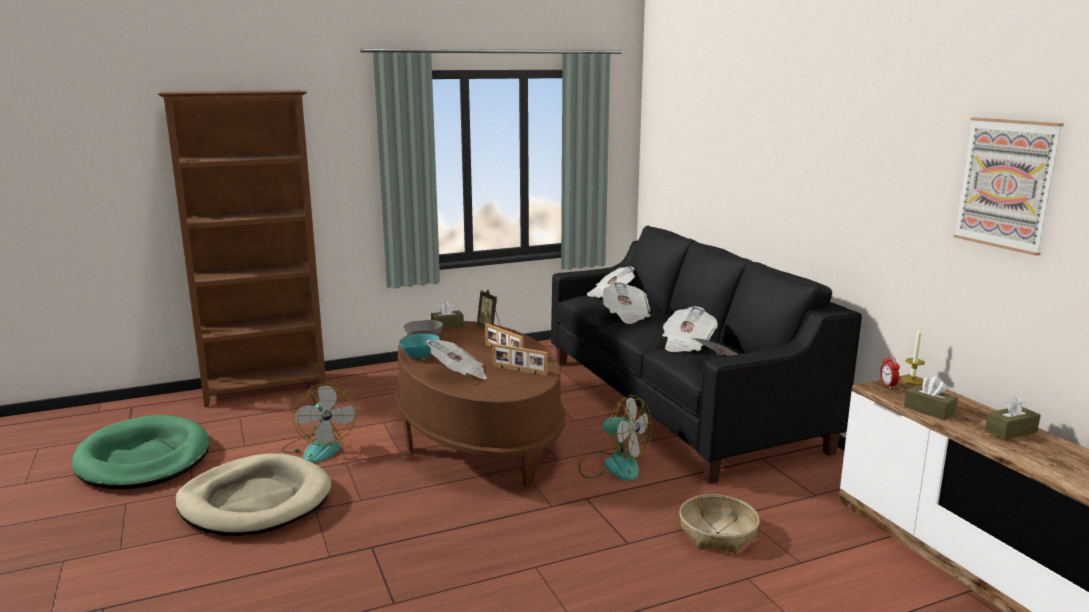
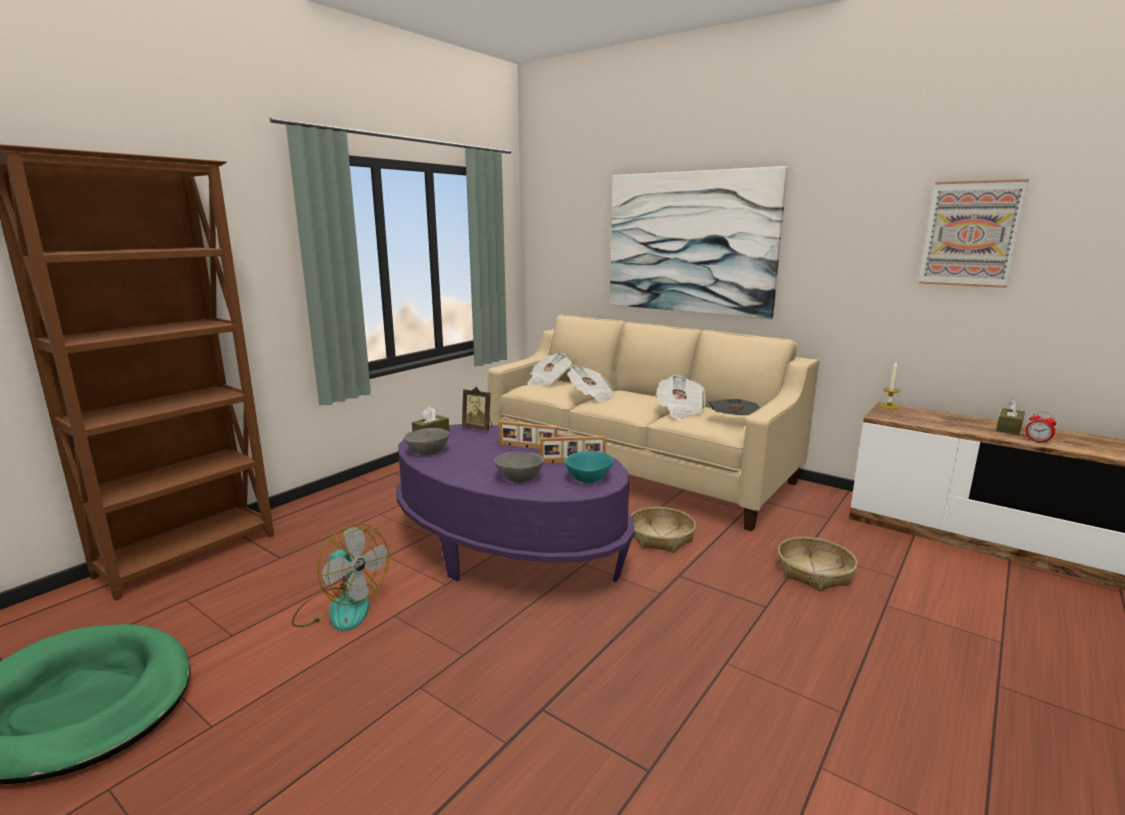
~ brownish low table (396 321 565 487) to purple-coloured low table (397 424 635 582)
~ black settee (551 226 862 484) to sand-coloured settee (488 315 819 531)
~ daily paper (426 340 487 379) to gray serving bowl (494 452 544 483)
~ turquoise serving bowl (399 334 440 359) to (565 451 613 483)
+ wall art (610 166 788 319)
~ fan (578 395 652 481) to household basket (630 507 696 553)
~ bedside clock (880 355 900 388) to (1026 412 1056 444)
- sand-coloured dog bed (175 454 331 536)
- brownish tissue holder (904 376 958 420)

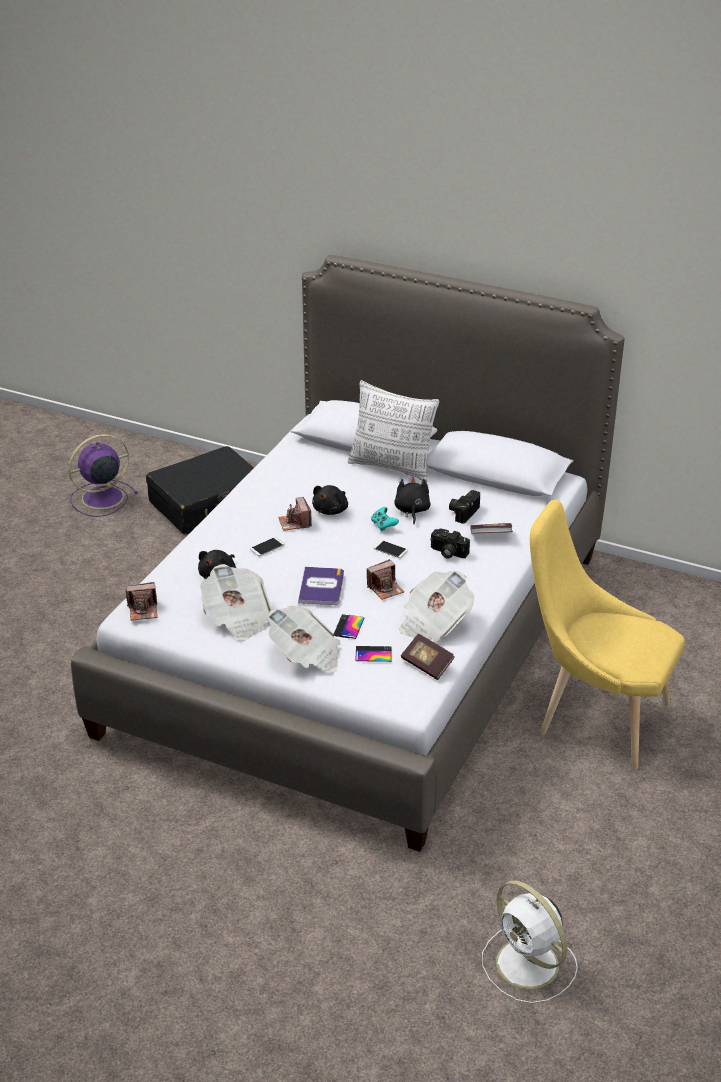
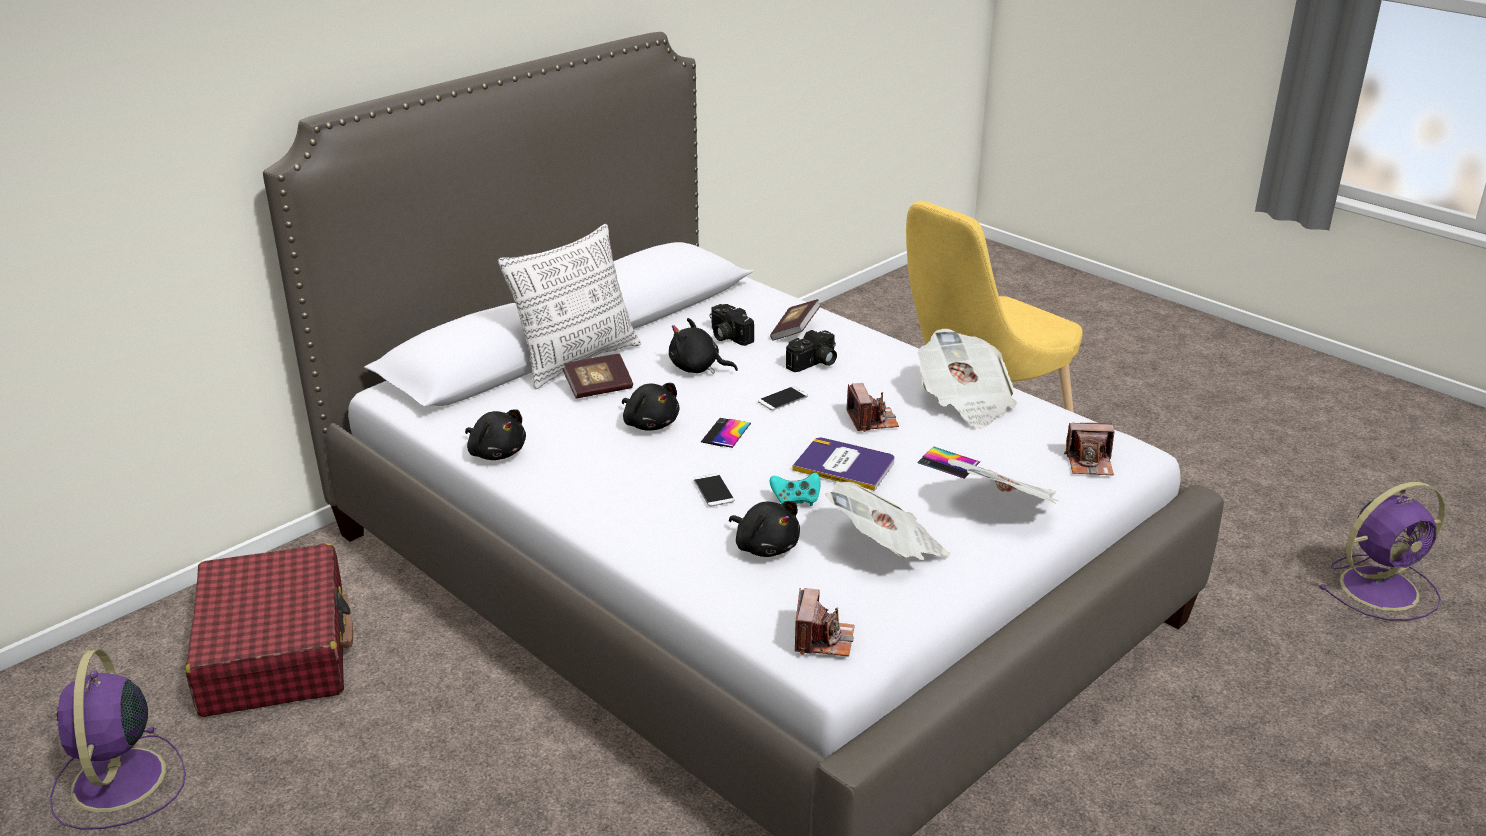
~ black piece of luggage (146 446 254 534) to reddish piece of luggage (185 543 353 717)
+ black plush toy (465 409 526 460)
~ book (401 633 455 680) to (563 354 633 399)
~ phone (355 646 392 662) to (701 418 751 448)
~ turquoise gamepad (371 507 399 531) to (770 473 821 506)
~ still camera (278 497 312 531) to (1064 423 1115 475)
~ whitish fan (482 880 578 1003) to purple-coloured fan (1319 482 1446 621)

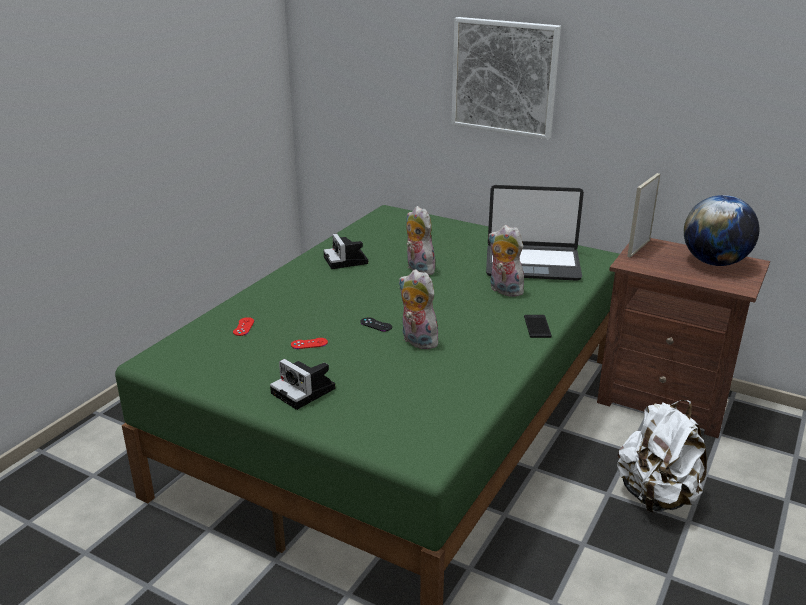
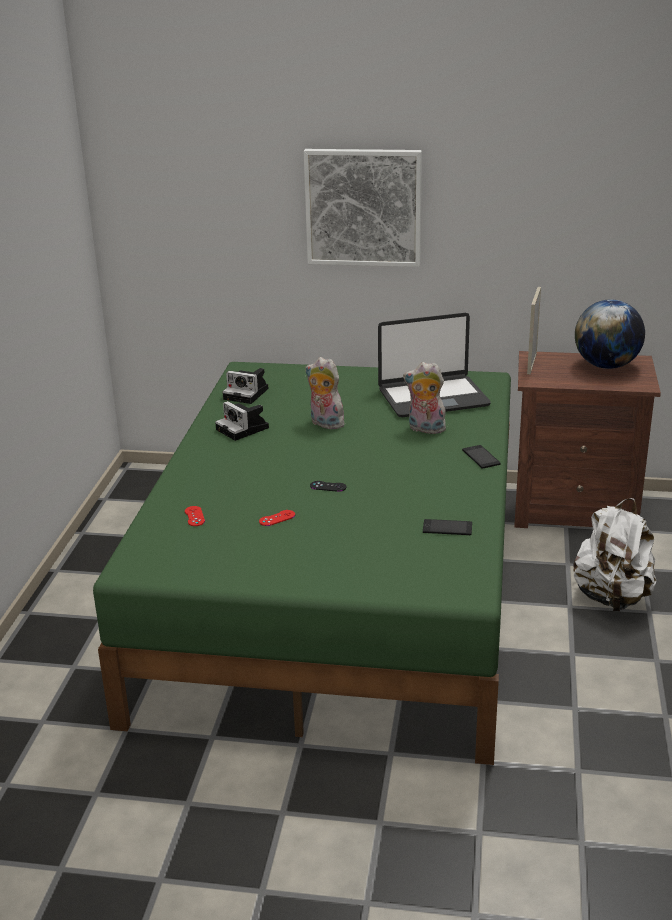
~ still camera (270 359 335 410) to (223 368 268 404)
+ phone (423 519 472 535)
- plush toy (399 269 442 349)

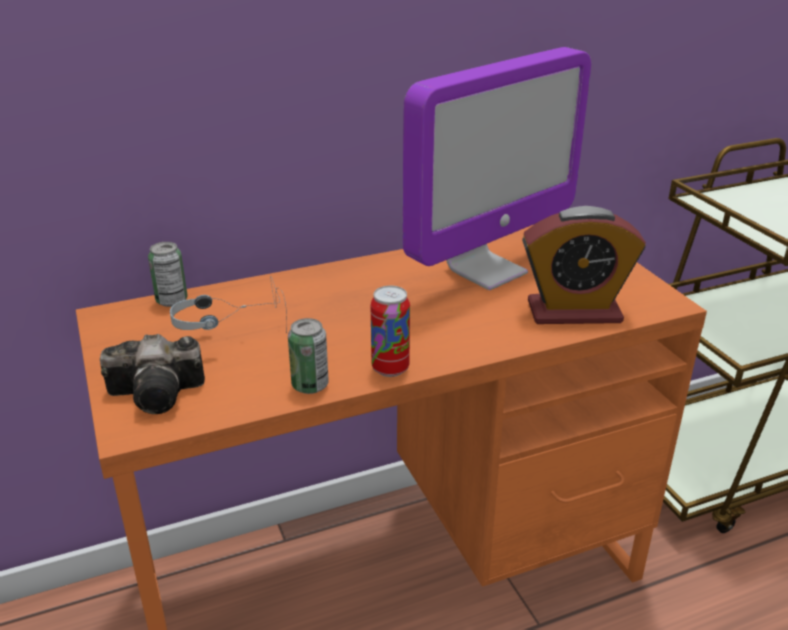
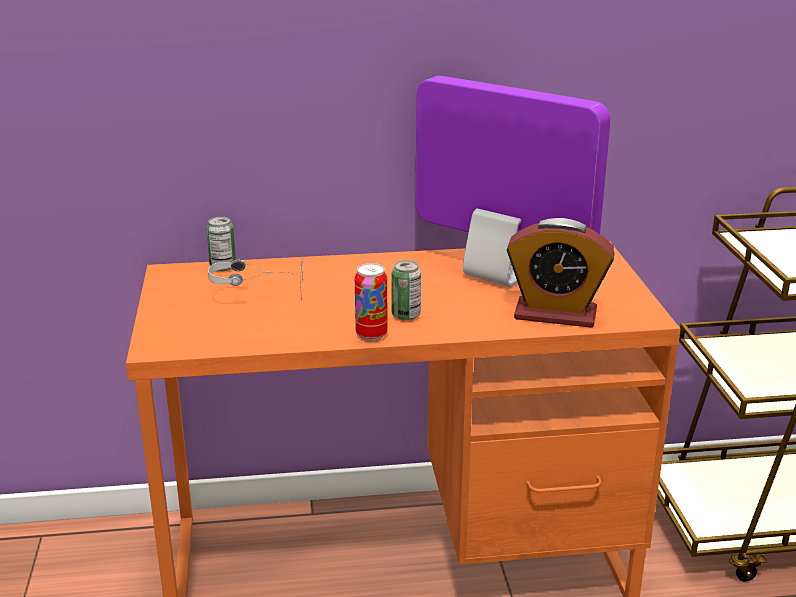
~ sealed can (288 318 329 394) to (392 260 421 321)
~ computer screen (403 47 591 290) = (416 76 610 287) 120 degrees counterclockwise
- still camera (100 334 205 414)

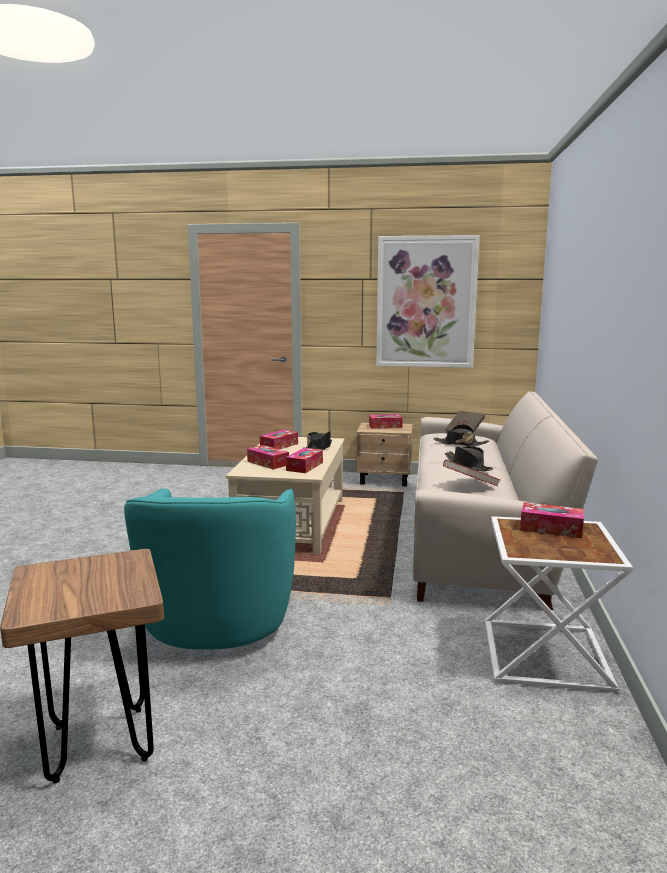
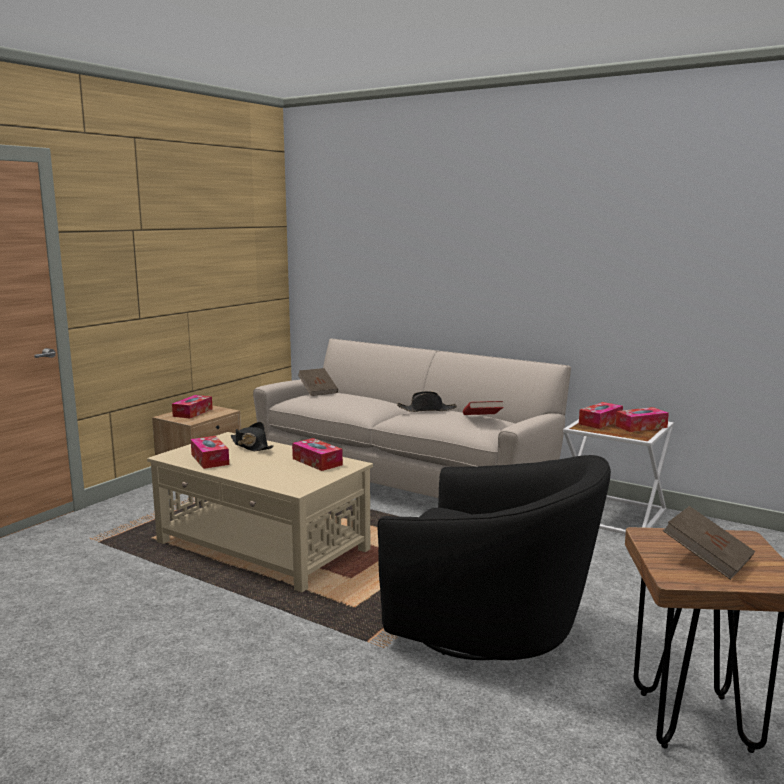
~ turquoise armchair (124 488 296 650) to black armchair (378 455 611 660)
~ tissue holder (247 445 289 469) to (615 407 669 432)
+ brownish book (663 506 755 580)
- wall art (376 235 480 368)
- black hat (434 424 489 447)

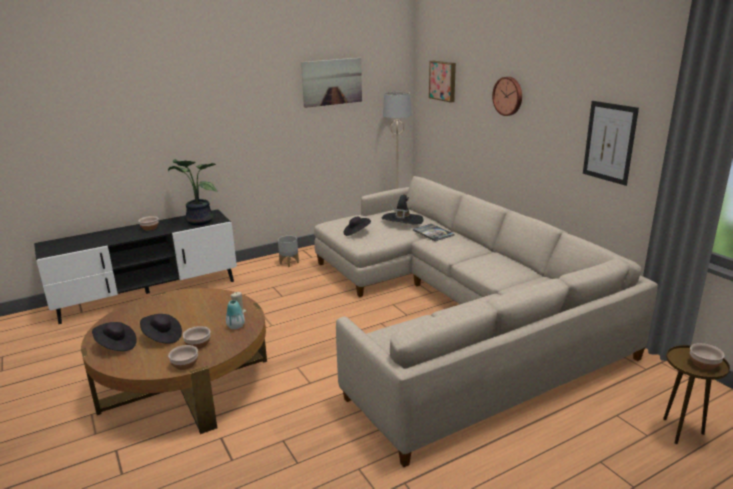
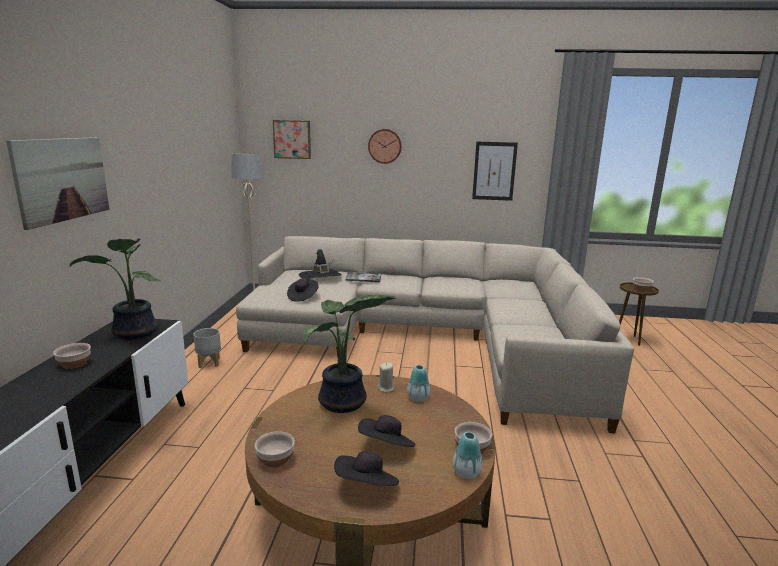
~ wall art (301 58 362 108) to (6 137 109 230)
~ serving bowl (183 326 210 349) to (255 431 295 467)
+ plant in a pot (303 294 396 413)
+ flower vase (453 432 482 479)

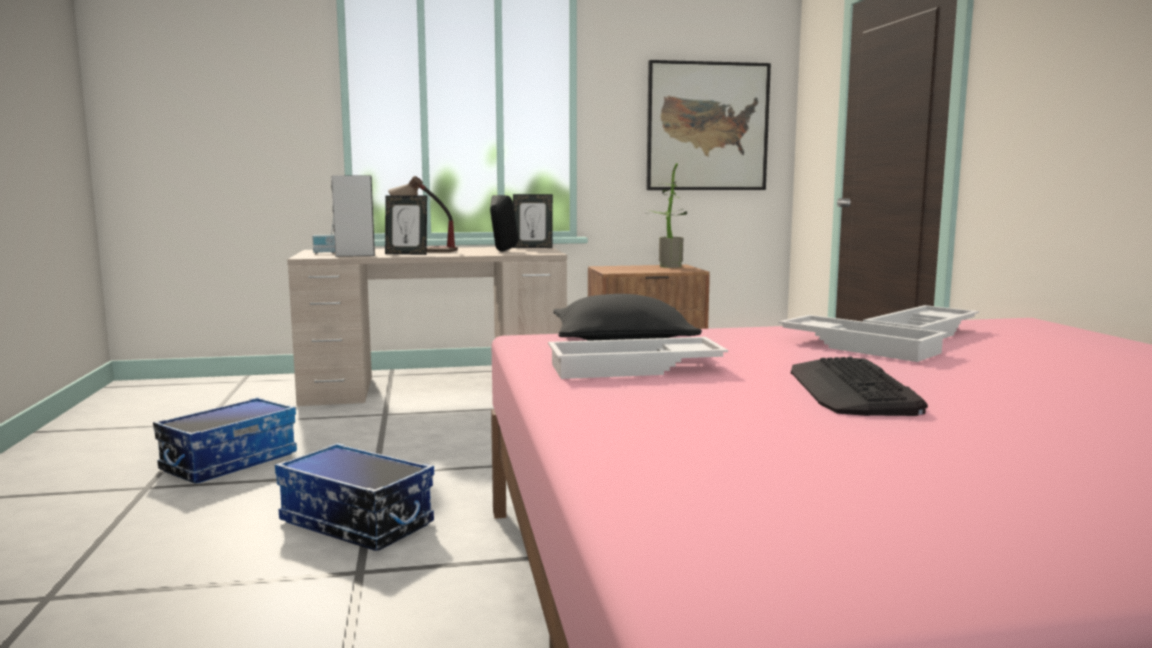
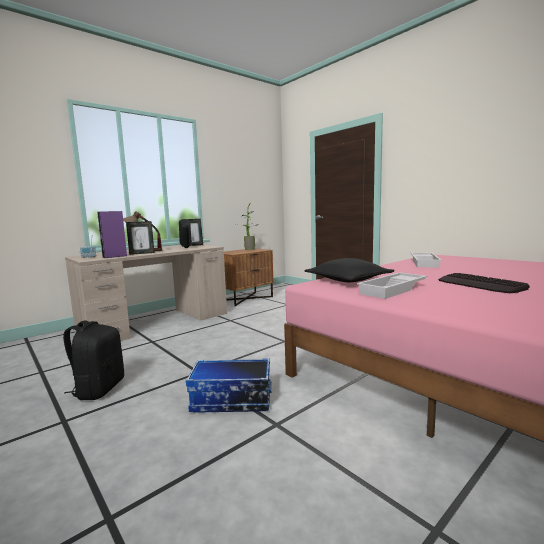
~ storage container (153 397 297 483) to black rucksack (63 320 124 400)
~ gray audio speaker (331 176 375 257) to purple-coloured audio speaker (97 211 127 258)
- wall art (646 60 771 190)
- whitish tray (778 315 948 362)

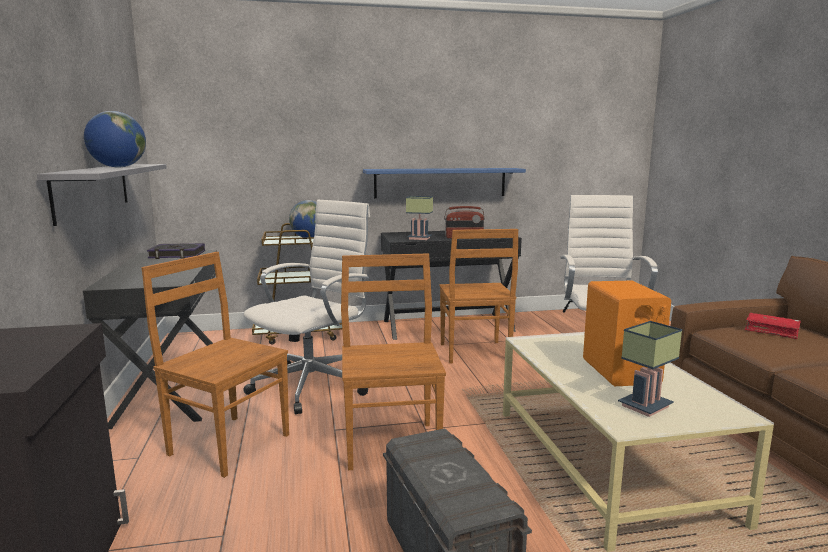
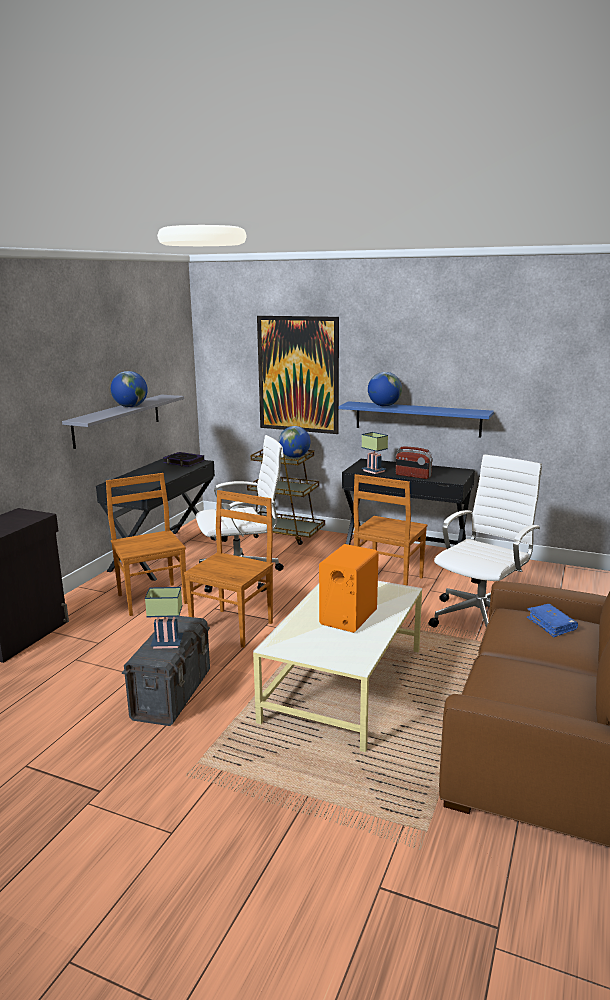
~ lamp for a table (618 321 682 417) to (145 587 183 649)
+ wall art (257 316 339 434)
+ desk globe (368 372 402 406)
~ reddish book (745 313 801 339) to blue book (527 604 578 637)

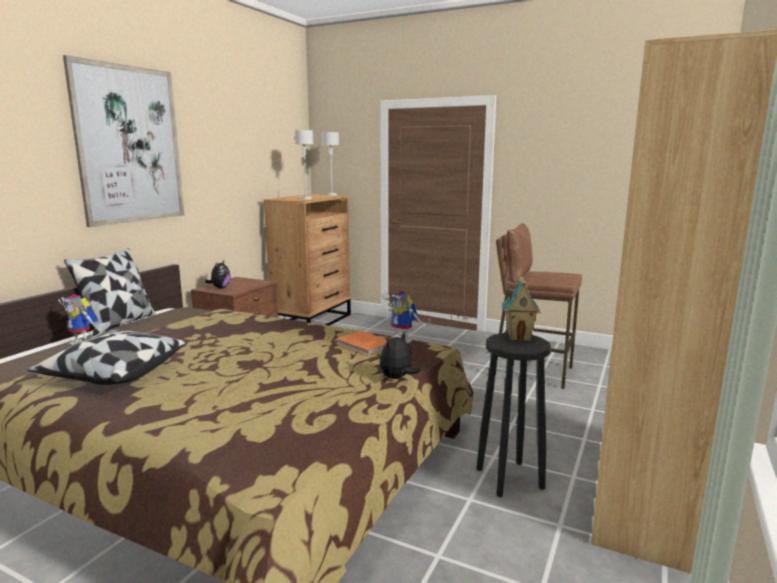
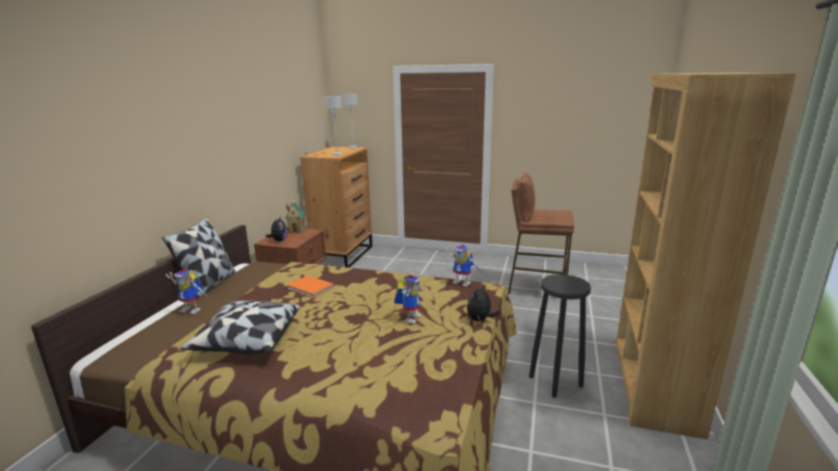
~ toy house (502 276 541 341) to (284 200 305 233)
~ orangey book (335 331 387 356) to (287 275 334 298)
+ toy robot (394 275 422 324)
- wall art (63 55 184 227)

